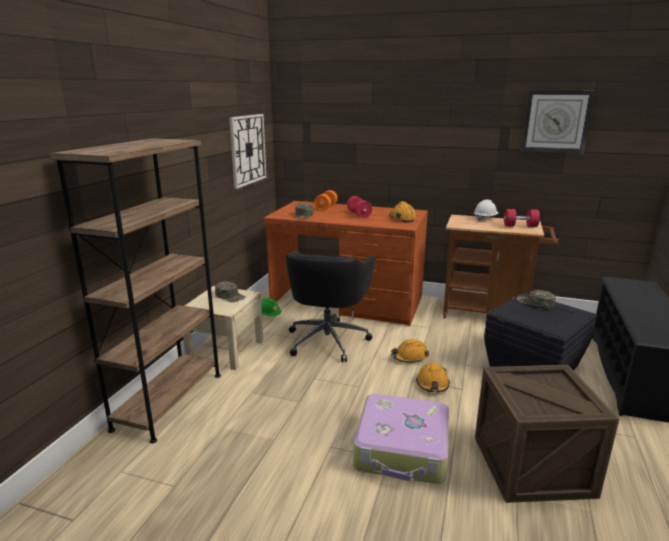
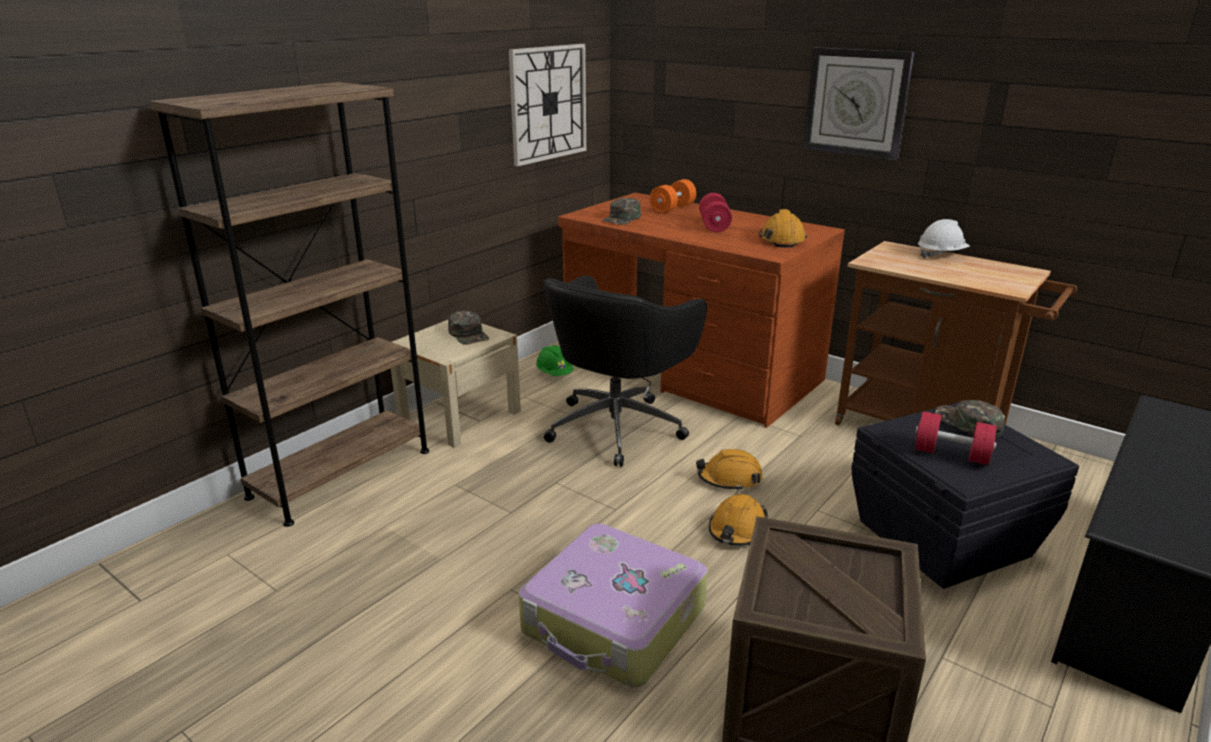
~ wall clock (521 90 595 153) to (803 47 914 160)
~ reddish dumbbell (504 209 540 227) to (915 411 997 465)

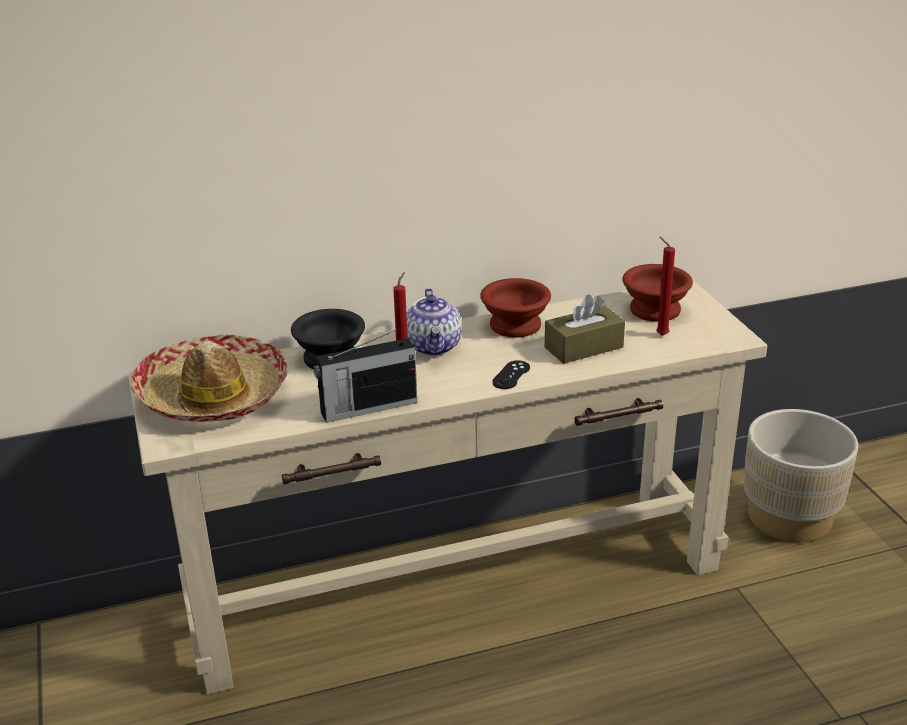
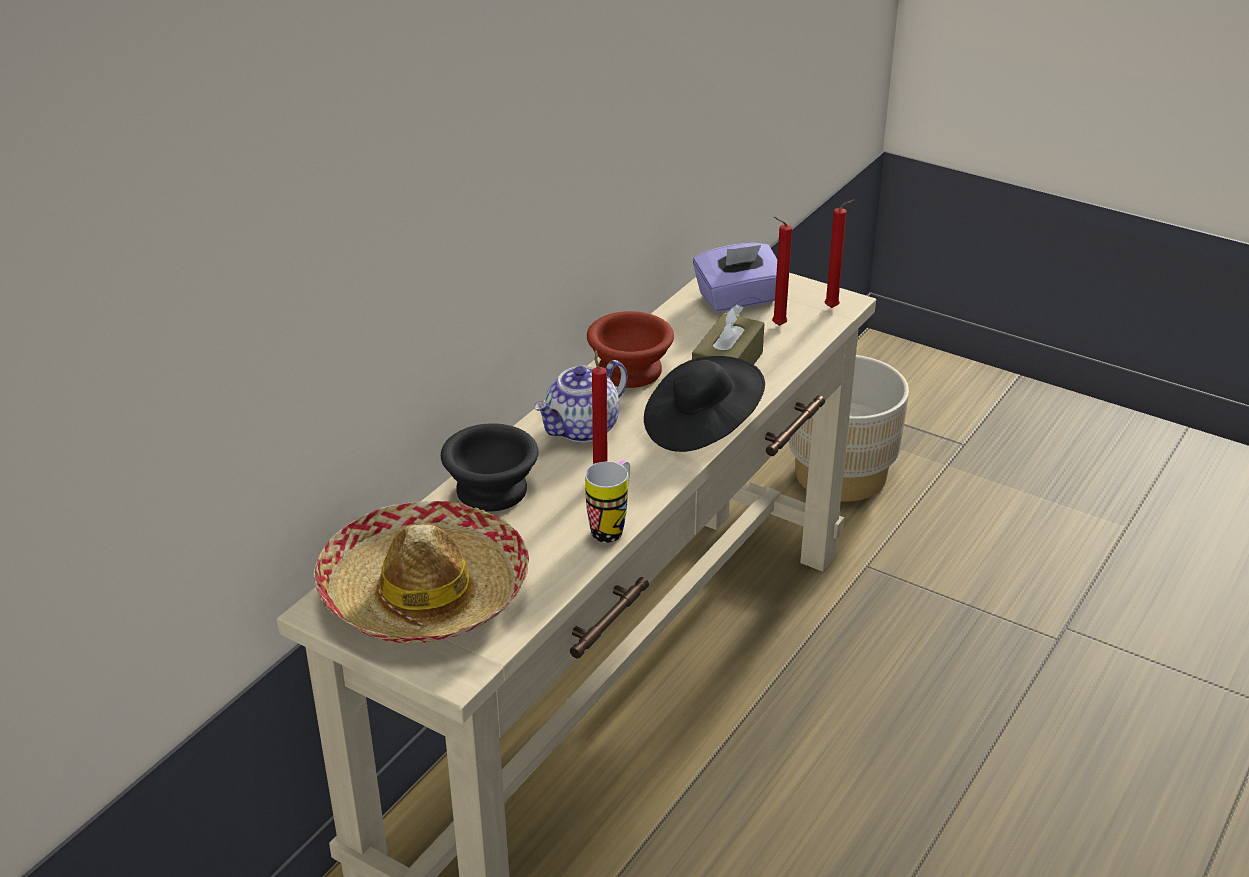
~ pot for tea (406 288 462 356) = (534 360 628 442) 90 degrees clockwise
~ radio set (314 329 417 423) to coffee mug (585 460 630 543)
~ black gamepad (492 360 530 389) to black hat (644 356 765 452)
~ brownish serving bowl (622 264 693 322) to purple-coloured tissue holder (693 243 777 312)
+ reddish candle (825 199 854 308)

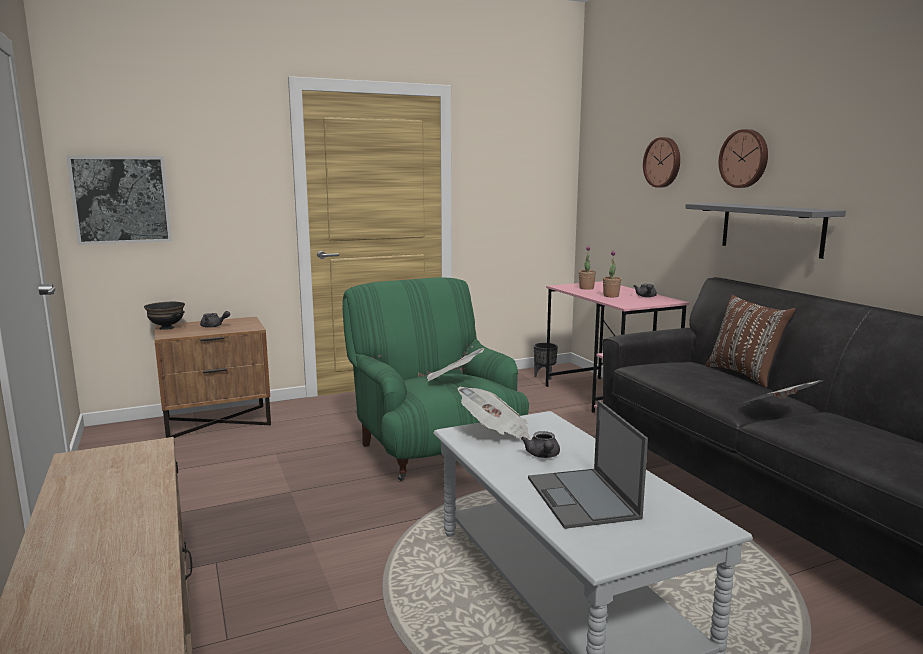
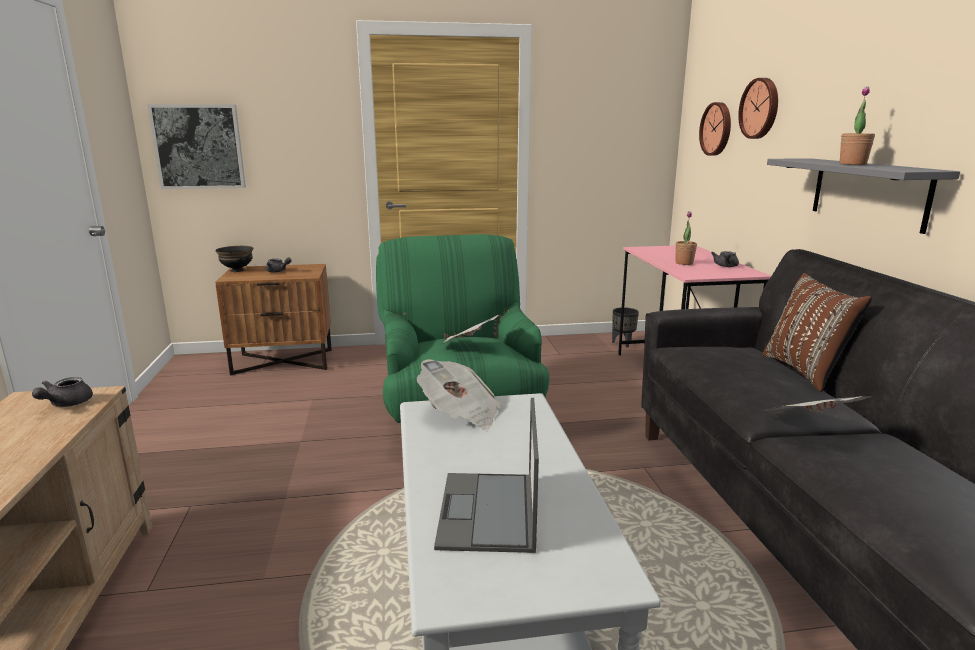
~ gray pot for tea (521 431 560 458) to (32 377 93 407)
~ wall clock (718 129 768 188) to (699 102 731 156)
~ plant in a pot (579 246 596 290) to (839 86 875 165)

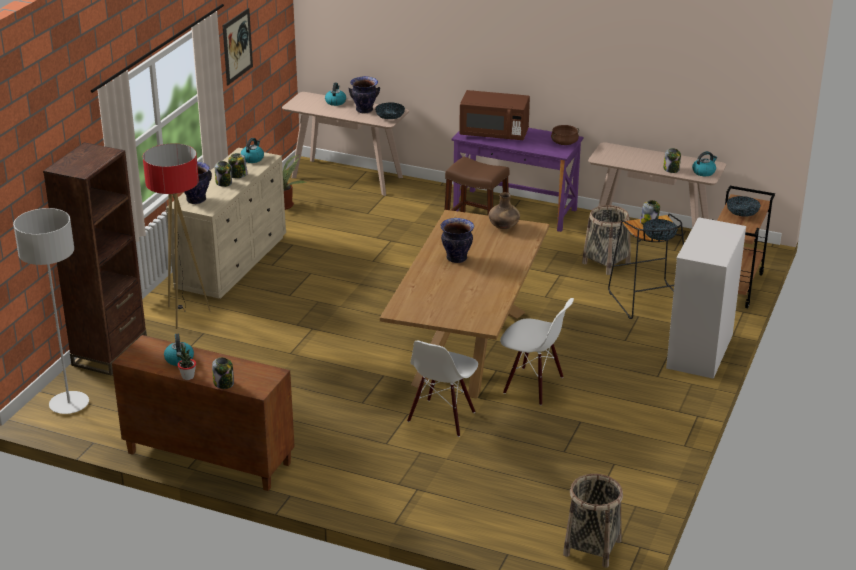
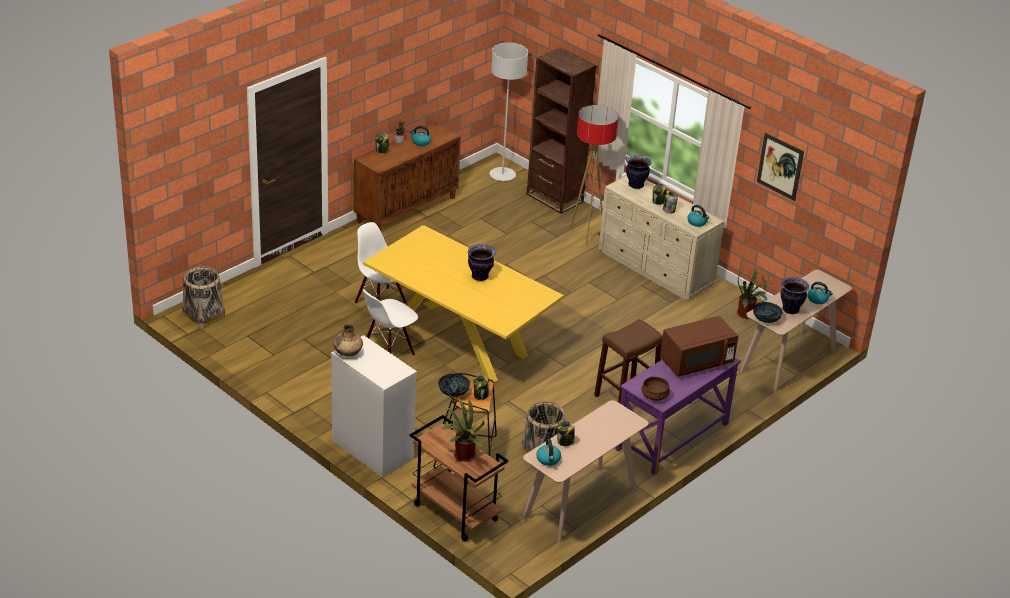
~ brownish flower vase (489 192 520 229) to (333 324 363 356)
~ brownish dinner table (380 210 549 399) to yellow dinner table (363 225 564 383)
~ serving bowl (727 196 761 217) to plant in a pot (442 396 485 461)
~ brownish microwave (459 90 530 140) = (660 316 738 377) 150 degrees counterclockwise

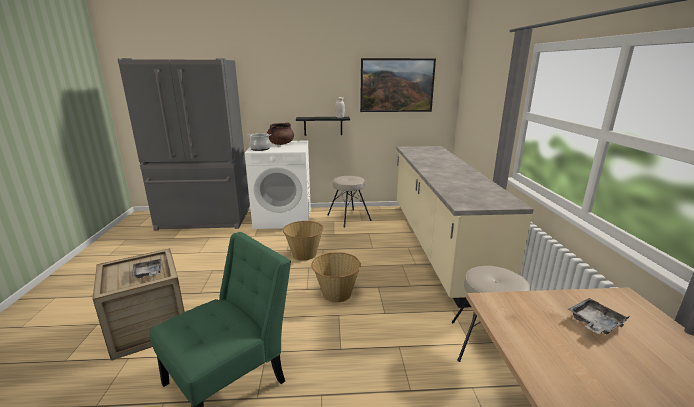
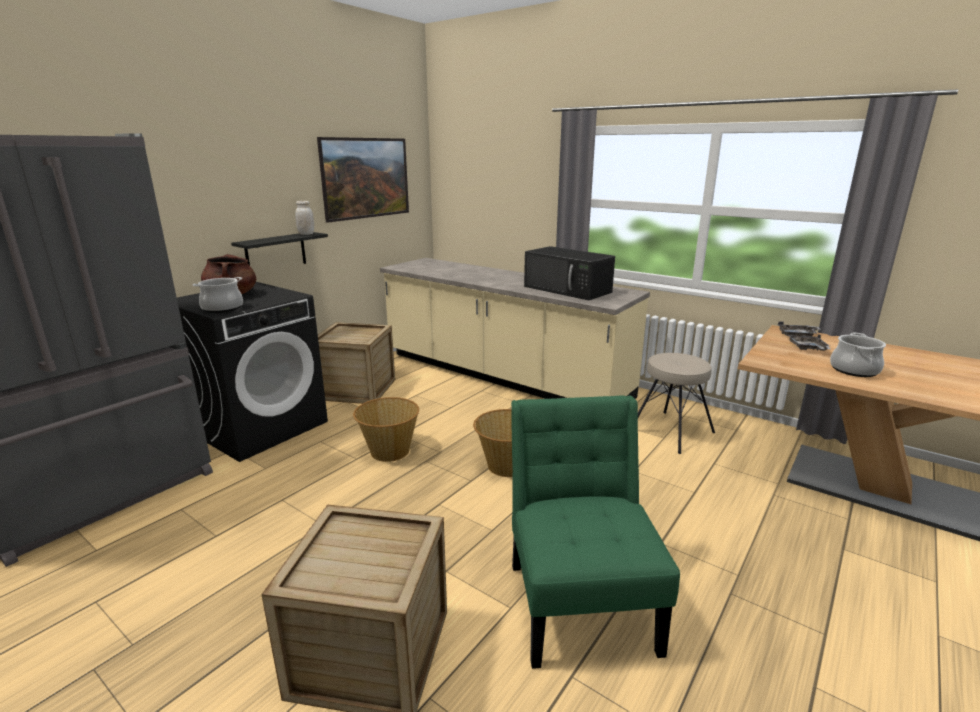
~ whitish laundry machine (245 141 311 229) to black laundry machine (177 282 328 462)
~ sand-coloured sitting stool (327 176 372 228) to packing crate (318 322 395 404)
+ black microwave (524 246 615 301)
~ gray tray (132 259 161 278) to (778 321 821 337)
+ saucepot (830 333 886 377)

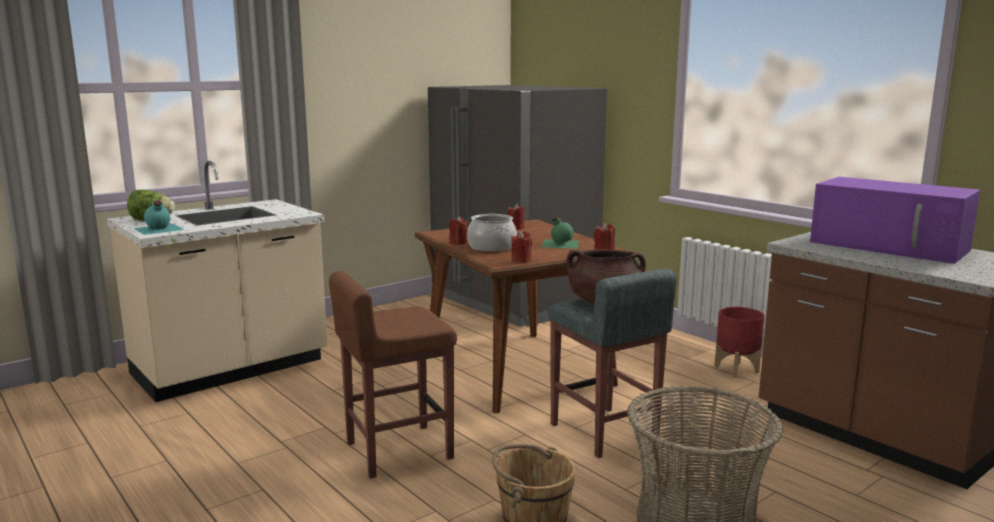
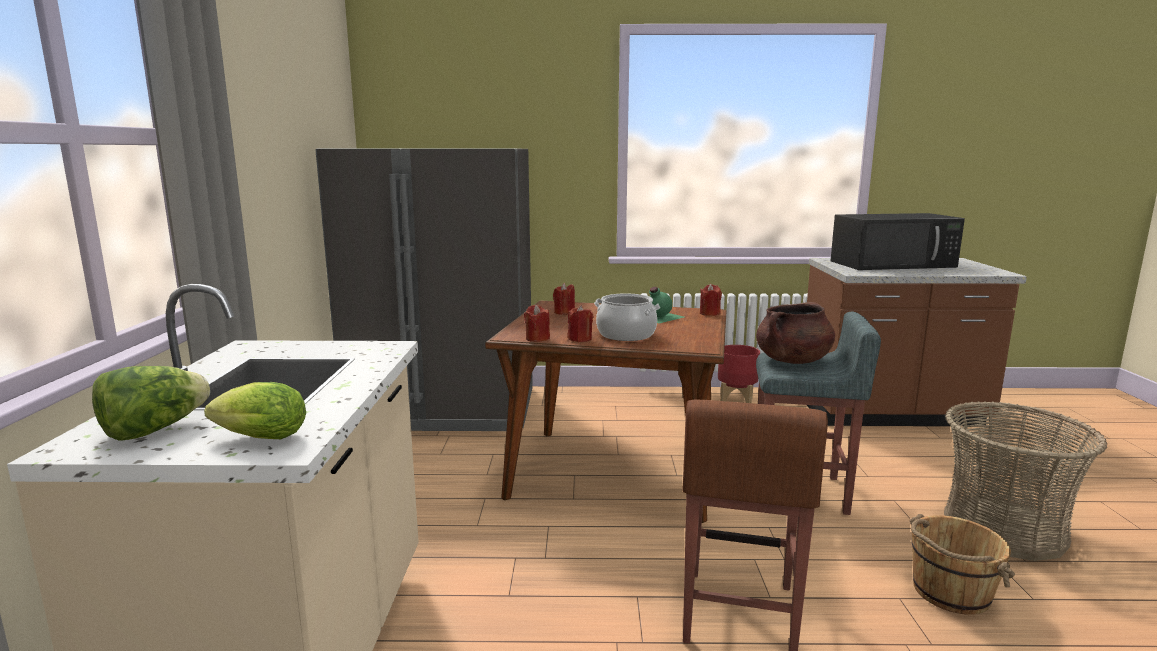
~ turquoise drink bottle (134 200 184 235) to lettuce (204 382 306 439)
~ reddish candle (511 231 532 263) to (524 305 550 342)
~ purple-coloured microwave (810 177 981 264) to black microwave (831 213 965 270)

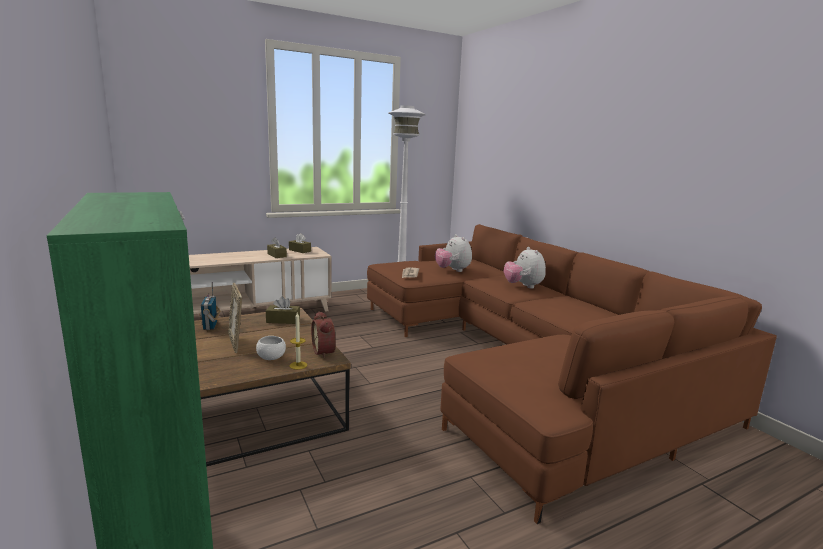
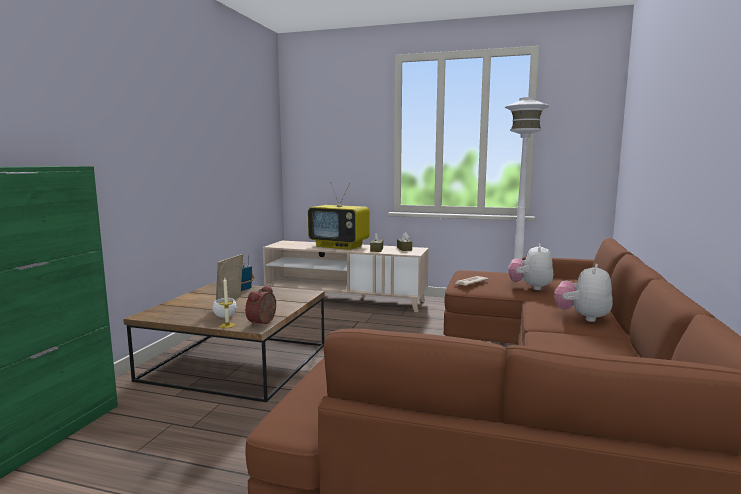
+ TV set (308 182 370 250)
- brownish tissue holder (266 296 300 324)

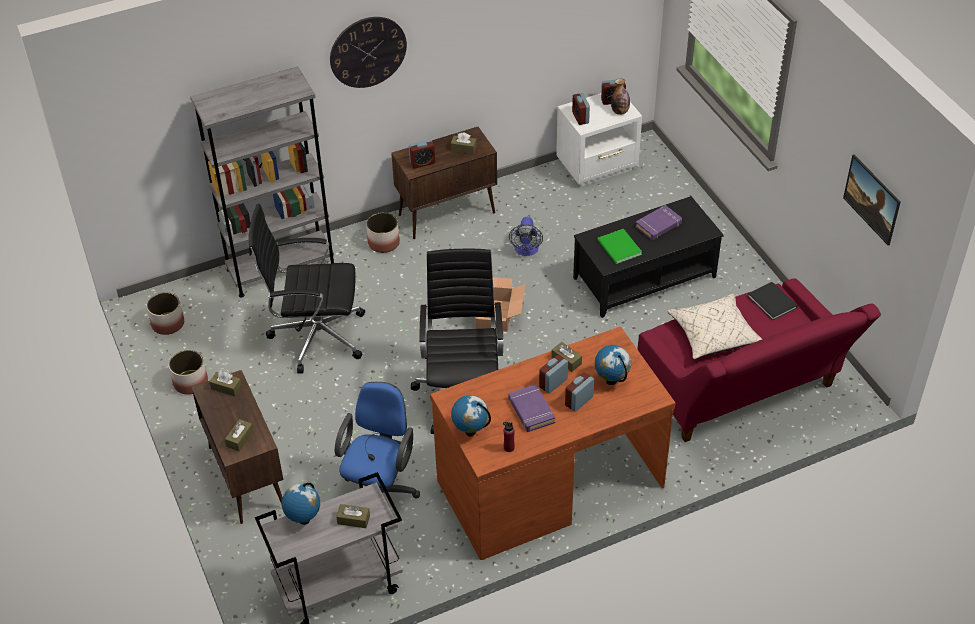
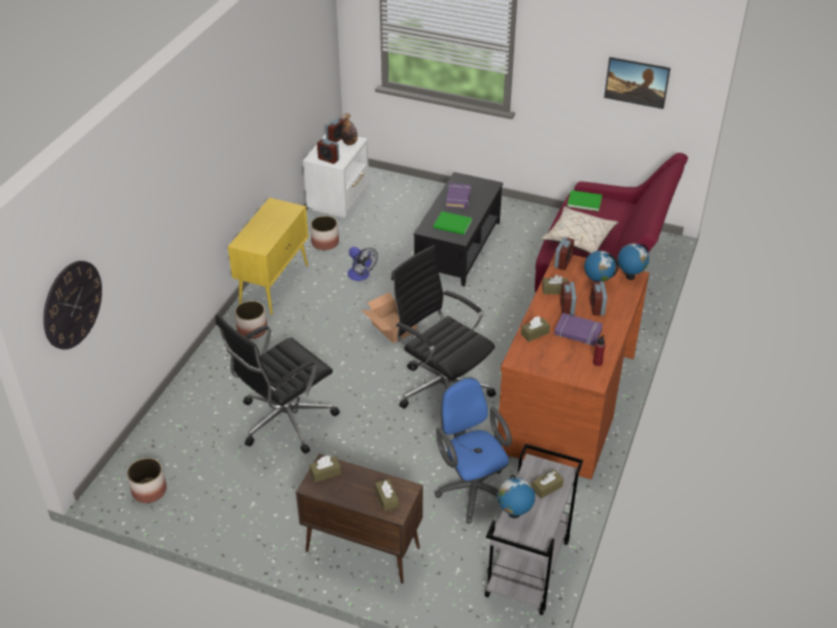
~ wall clock (330 17 407 88) to (43 261 102 350)
~ brownish cupboard (391 127 497 239) to yellow cupboard (228 198 308 315)
~ flower pot (169 350 208 395) to (310 216 339 250)
~ brownish tissue holder (451 132 477 154) to (521 316 550 342)
~ bedside clock (409 139 435 169) to (554 237 574 270)
~ black book (748 282 798 320) to green book (567 190 602 211)
~ desk globe (451 395 491 436) to (617 243 649 280)
- gray shelving unit (190 66 334 298)

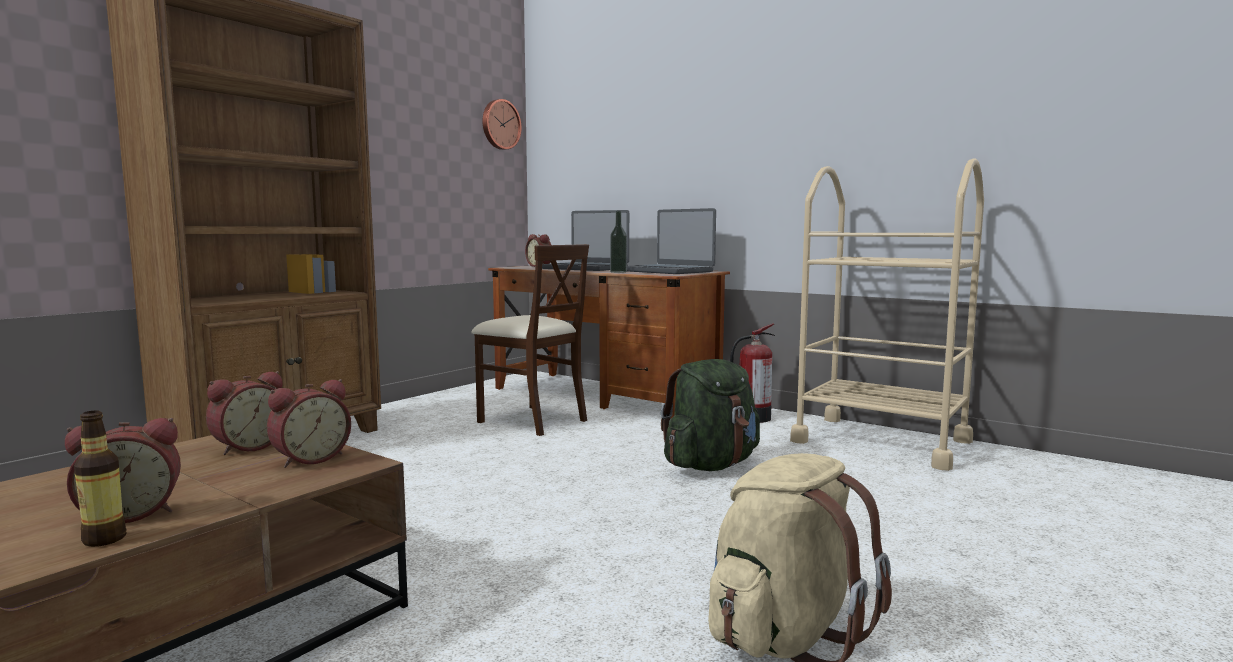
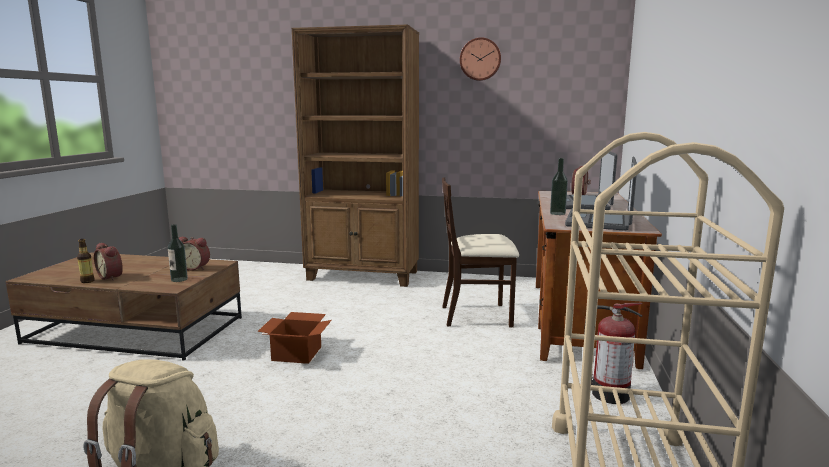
~ bedside clock (267 379 351 468) to drink bottle (168 224 188 282)
+ packing box (257 312 332 364)
~ sand-coloured plain chair (471 244 589 436) = (442 177 519 327) 75 degrees clockwise
~ wall clock (482 99 522 150) to (460 37 501 81)
- green rucksack (661 359 760 471)

